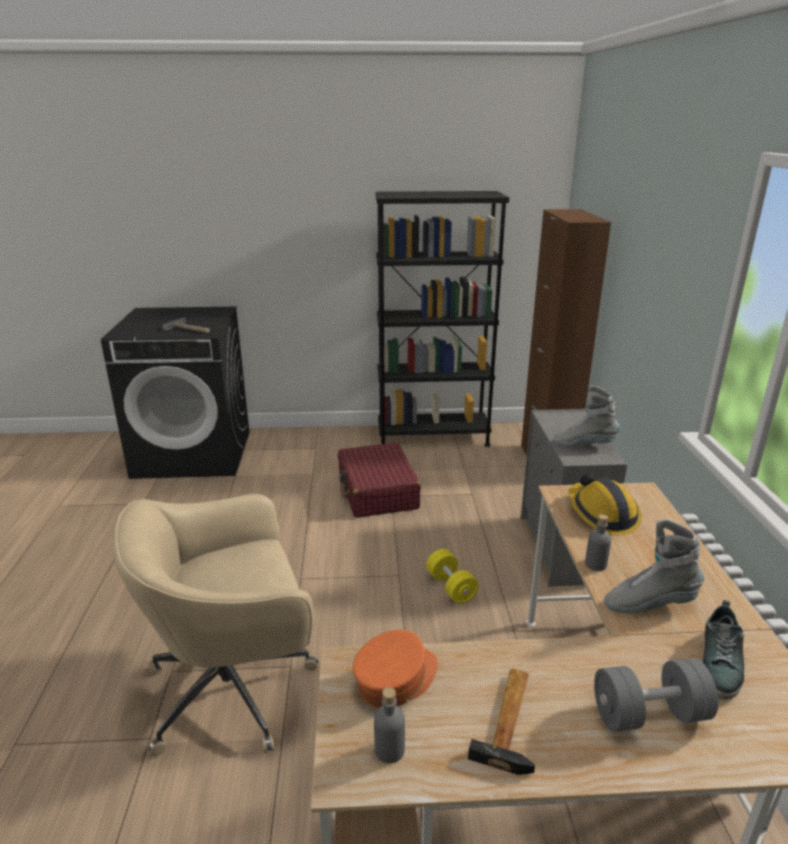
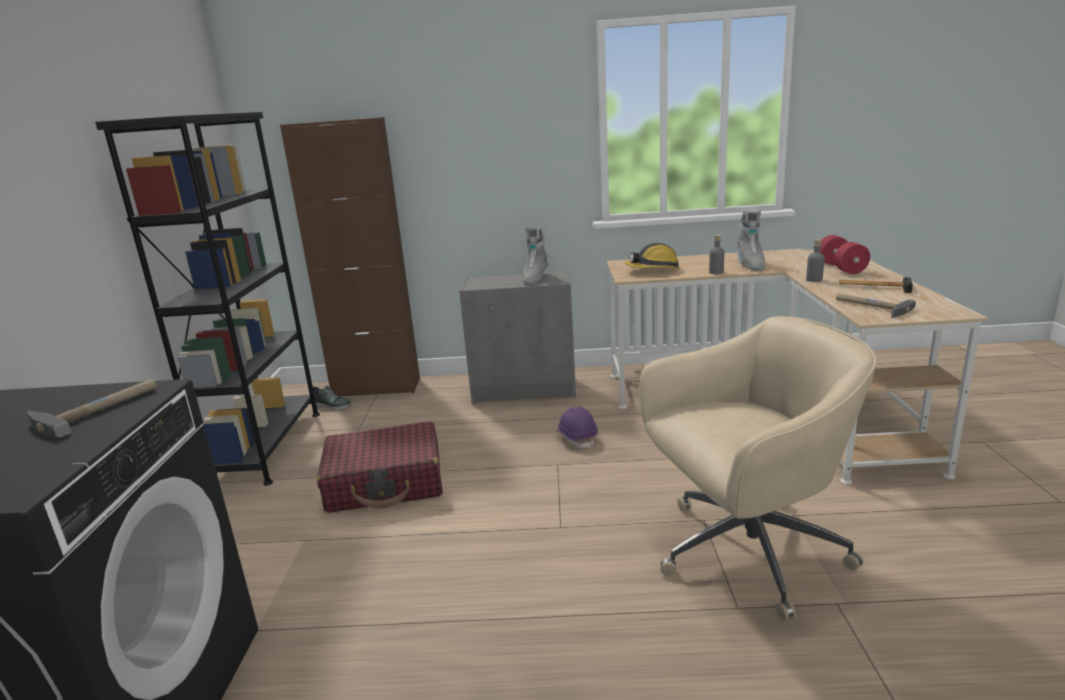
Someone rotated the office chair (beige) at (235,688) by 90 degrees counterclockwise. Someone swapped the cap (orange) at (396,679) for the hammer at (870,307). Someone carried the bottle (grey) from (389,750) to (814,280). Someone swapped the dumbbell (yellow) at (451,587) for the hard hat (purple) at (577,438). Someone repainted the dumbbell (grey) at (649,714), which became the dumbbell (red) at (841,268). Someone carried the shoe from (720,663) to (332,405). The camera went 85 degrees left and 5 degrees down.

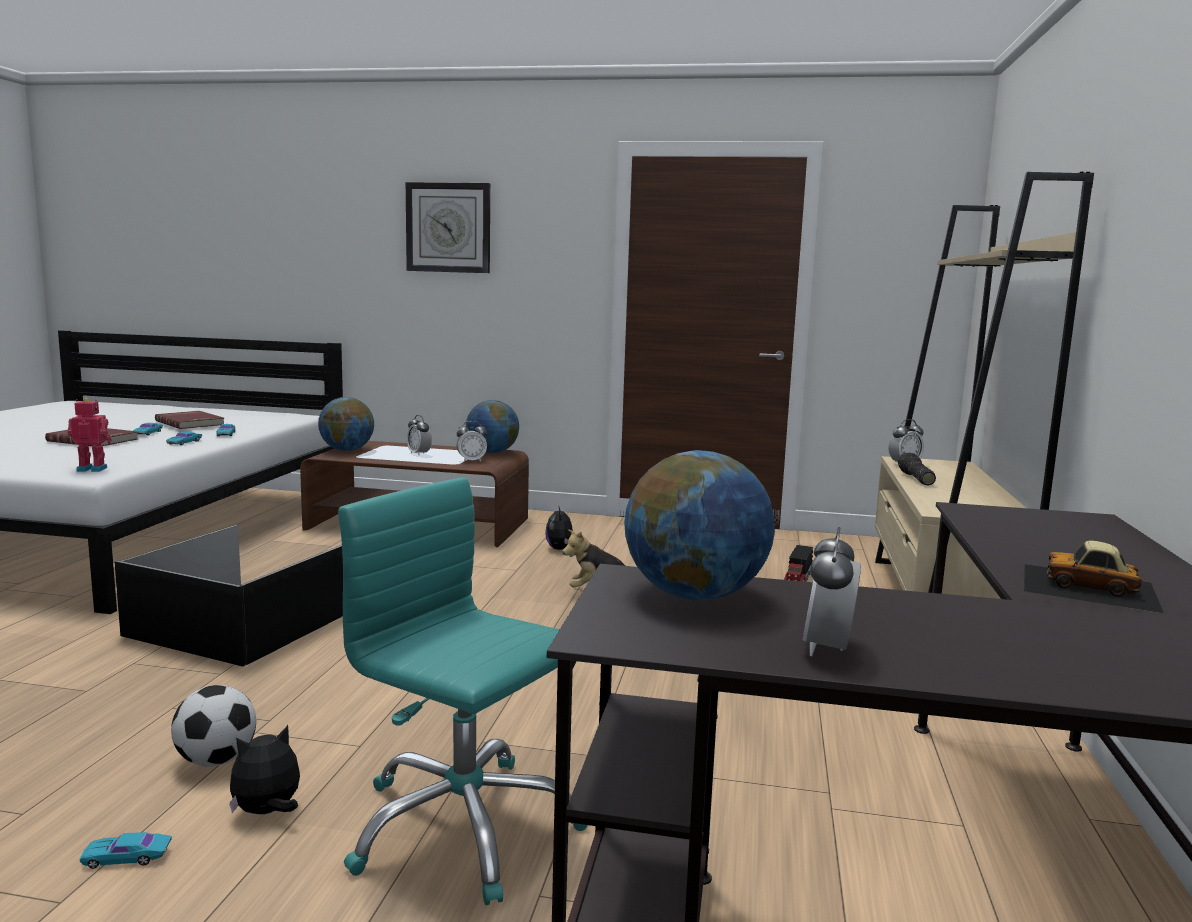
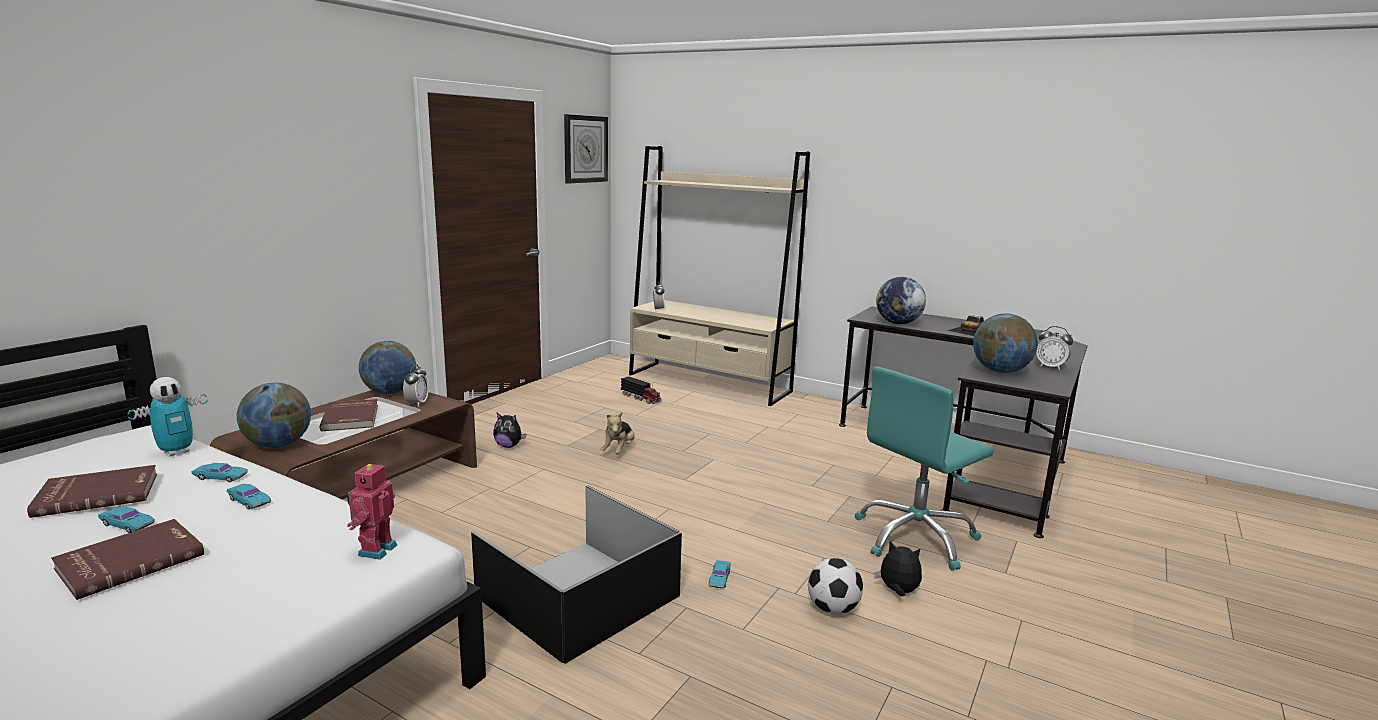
Someone carried the toy car (turquoise) from (127,857) to (719,578). Someone rotated the plush toy at (267,812) by 135 degrees clockwise. Someone carried the wall clock from (448,228) to (585,149). Someone swapped the alarm clock at (419,454) for the book (red) at (352,418). Someone took away the flashlight at (915,479). Someone put down the toy robot at (176,451). Someone put down the globe at (897,323). The camera went 70 degrees left and 5 degrees up.

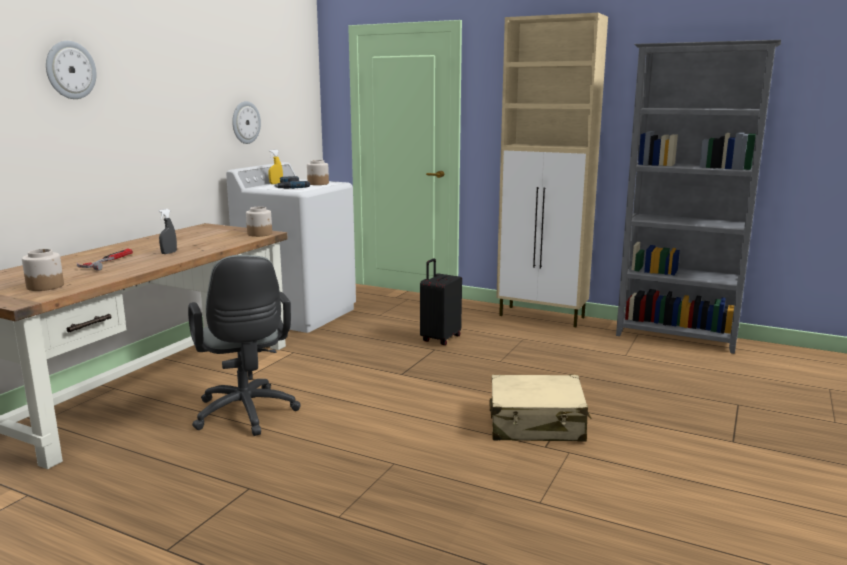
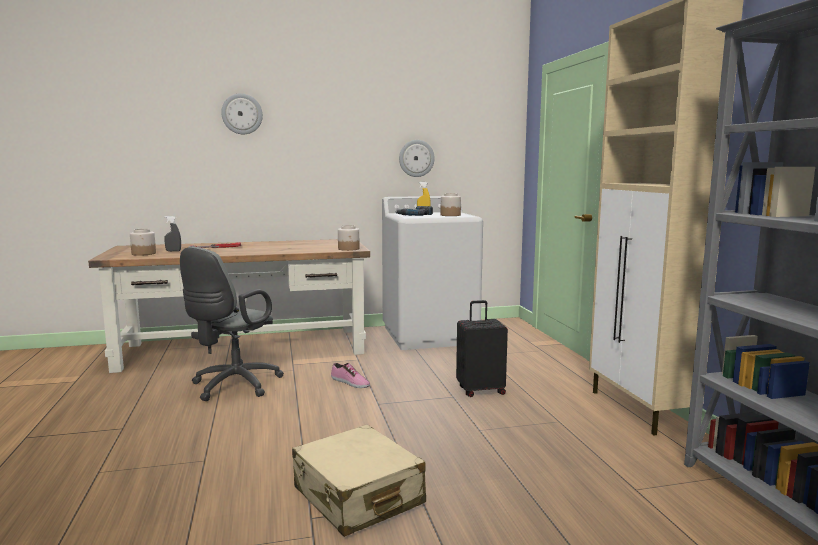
Someone carried the spray bottle (grey) from (169,253) to (173,251). Someone put down the shoe at (350,382). The camera went 50 degrees right and 5 degrees down.

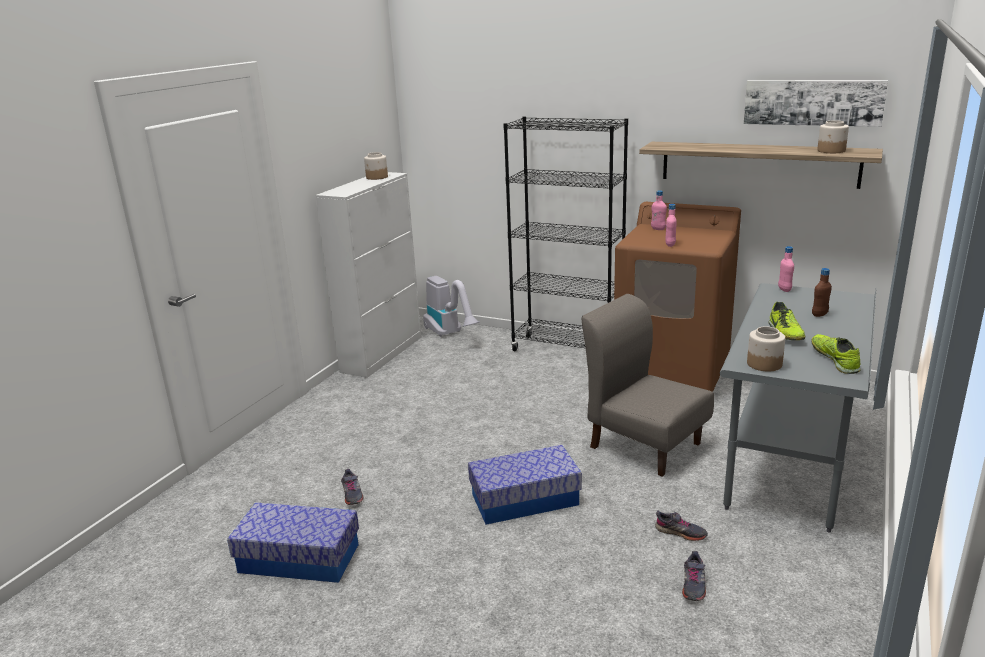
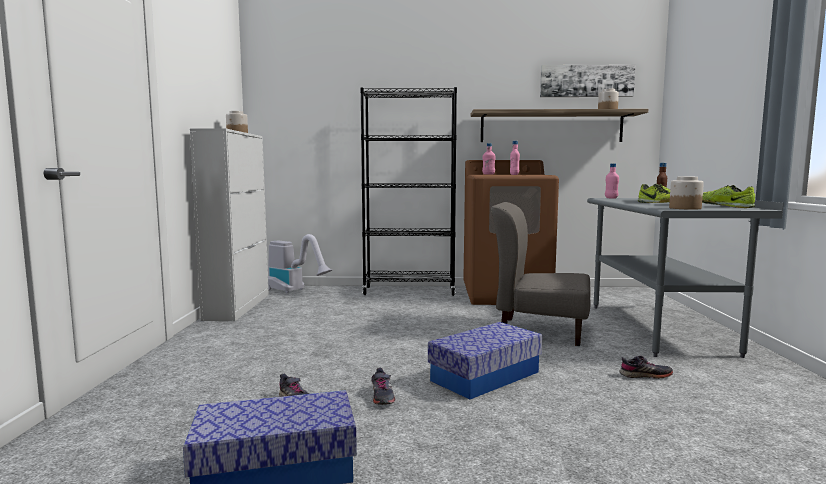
Someone carried the shoe (grey) from (693,585) to (382,397). The camera went 25 degrees left and 15 degrees down.

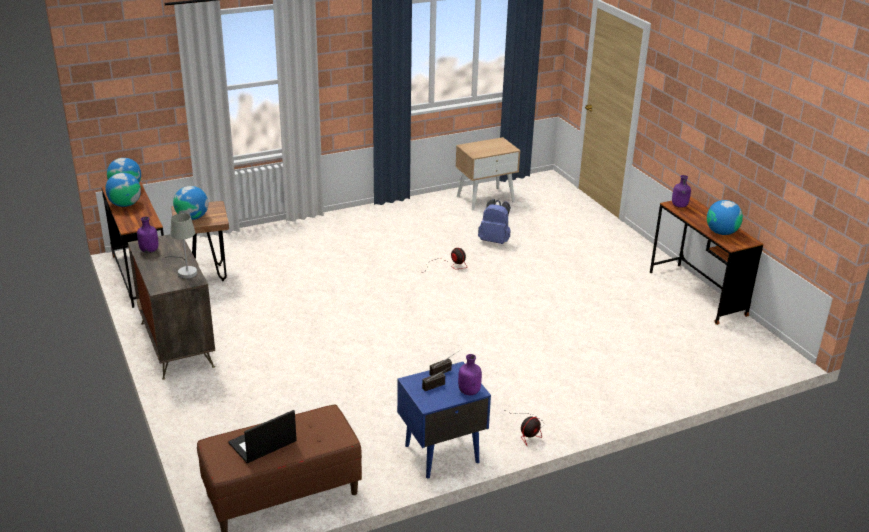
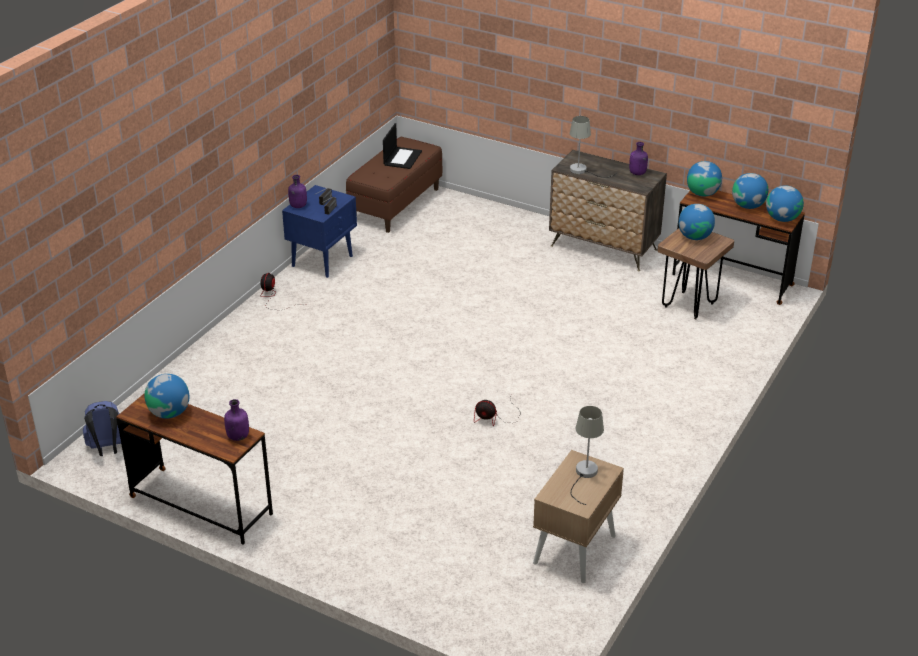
Someone carried the backpack (blue) from (495,240) to (107,449). Someone put down the table lamp (grey) at (584,475). Someone put down the globe at (702,193). The camera went 145 degrees right and 5 degrees up.

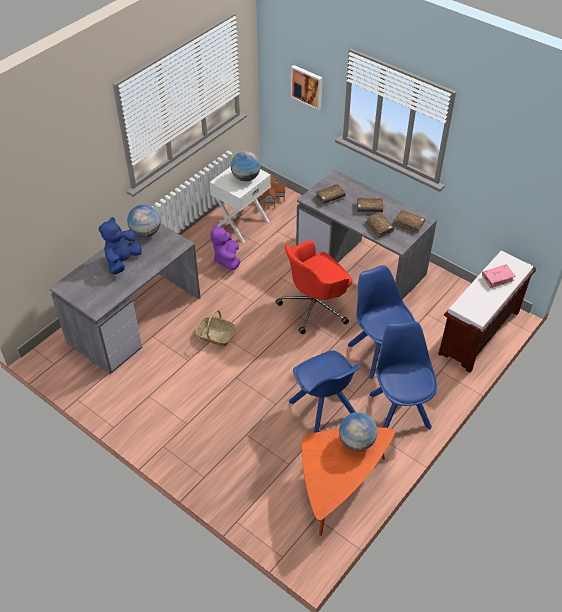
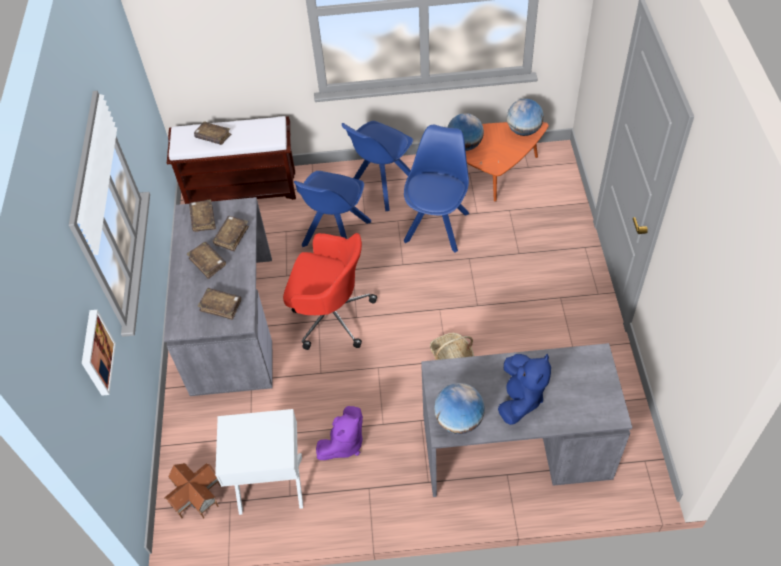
Someone rotated the plush toy (blue) at (122,261) by 60 degrees counterclockwise. Someone carried the globe from (245,178) to (524,130). Someone repainted the book (pink) at (497,278), which became the book (brown) at (213,137). The camera went 130 degrees left and 5 degrees up.

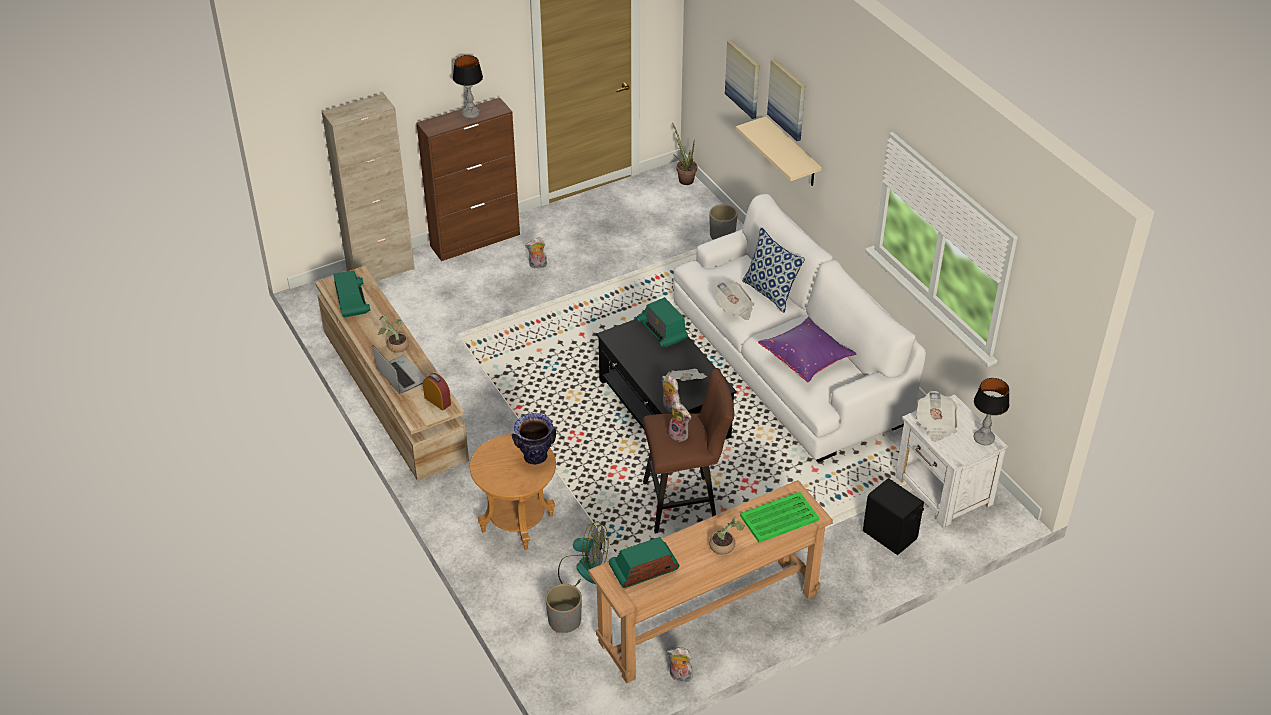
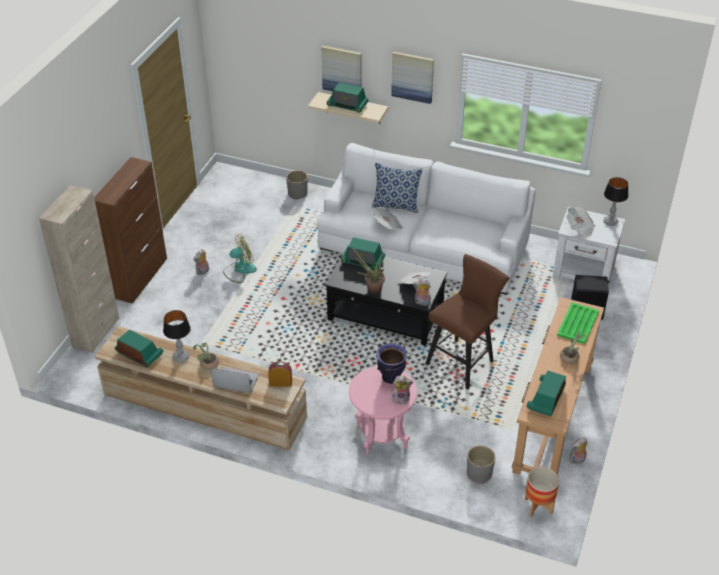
Someone carried the table lamp from (470,114) to (181,357). Someone repainted the side table (brown) at (517,523), which became the side table (pink) at (382,435). Someone carried the fan from (583,569) to (239,270). Someone carried the plush toy from (680,434) to (401,399). Someone carried the potted plant from (684,179) to (371,289). Someone carried the picture from (743,78) to (412,77). Someone took away the pillow (purple) at (806,359). Someone put down the radio at (347,105). Someone put down the planter at (538,506). The camera went 40 degrees left and 0 degrees up.

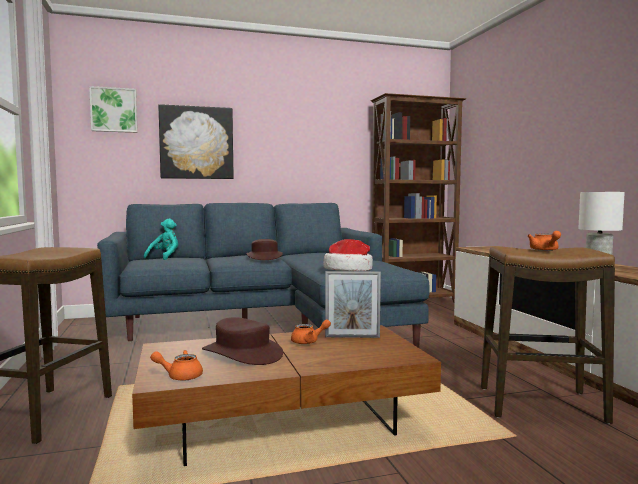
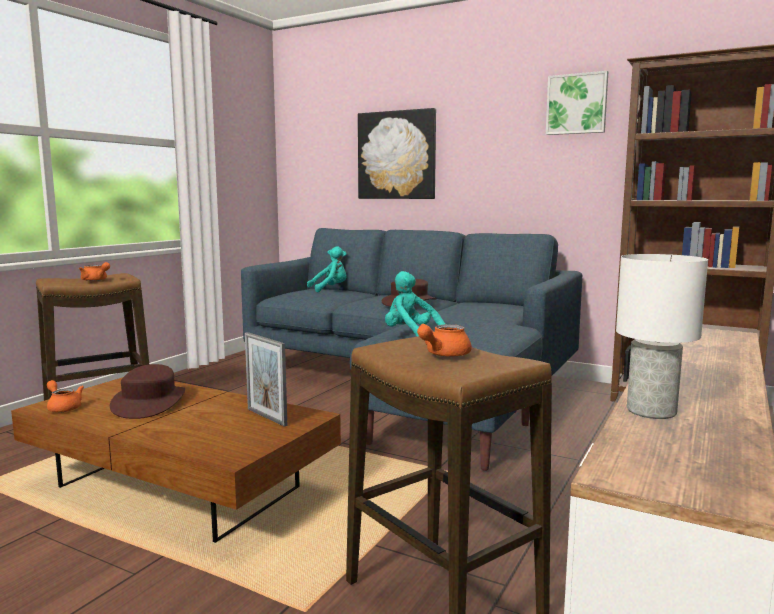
Someone carried the picture from (114,110) to (577,104). Someone carried the teapot (orange) from (309,341) to (96,280). Someone swapped the hat at (348,270) for the plush toy (turquoise) at (411,335). The camera went 45 degrees right and 5 degrees up.

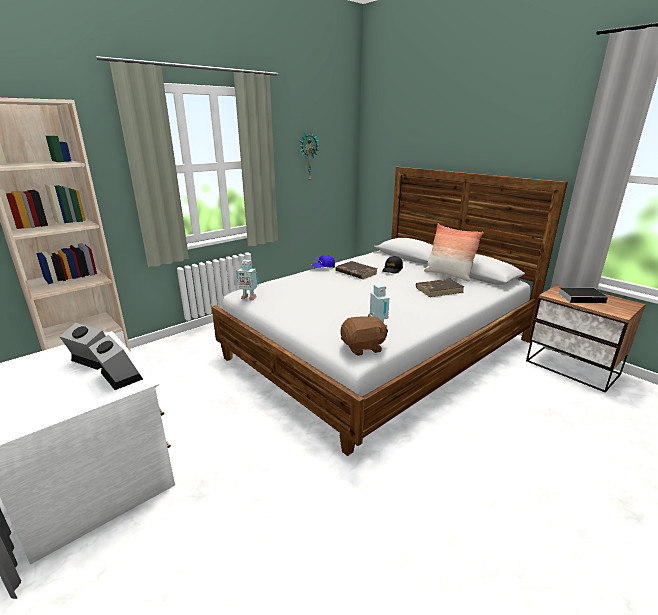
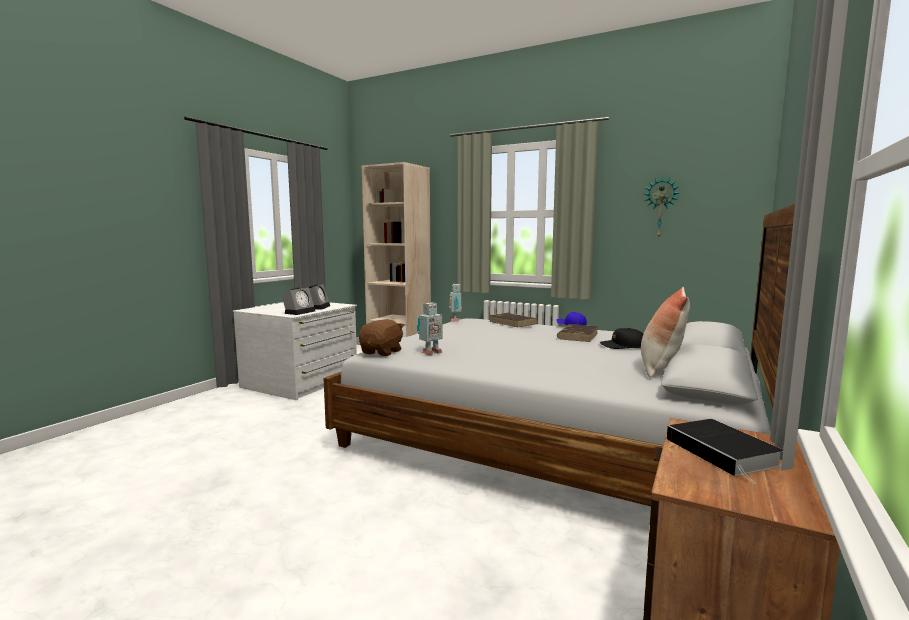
Someone rotated the plush toy (brown) at (363,347) by 120 degrees counterclockwise. Someone carried the book (brown) from (439,289) to (513,322). The camera went 70 degrees right and 15 degrees down.

